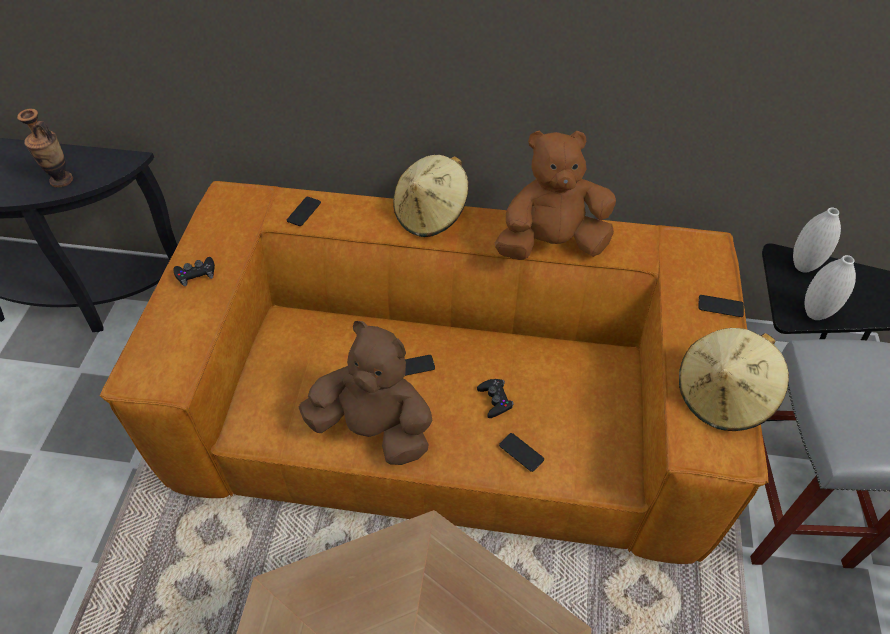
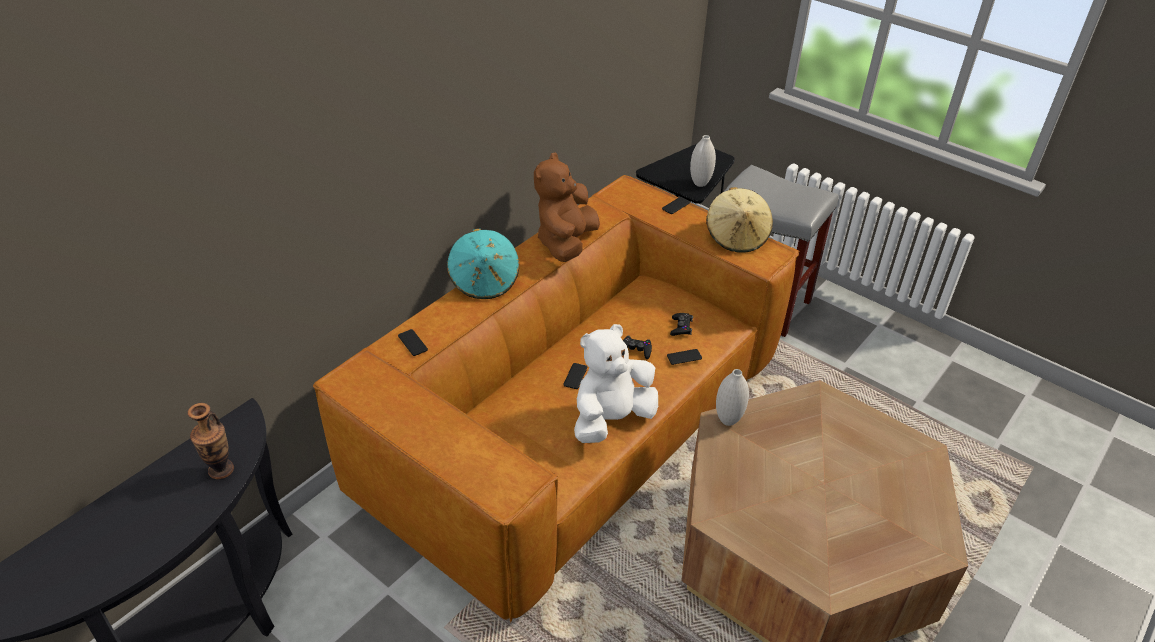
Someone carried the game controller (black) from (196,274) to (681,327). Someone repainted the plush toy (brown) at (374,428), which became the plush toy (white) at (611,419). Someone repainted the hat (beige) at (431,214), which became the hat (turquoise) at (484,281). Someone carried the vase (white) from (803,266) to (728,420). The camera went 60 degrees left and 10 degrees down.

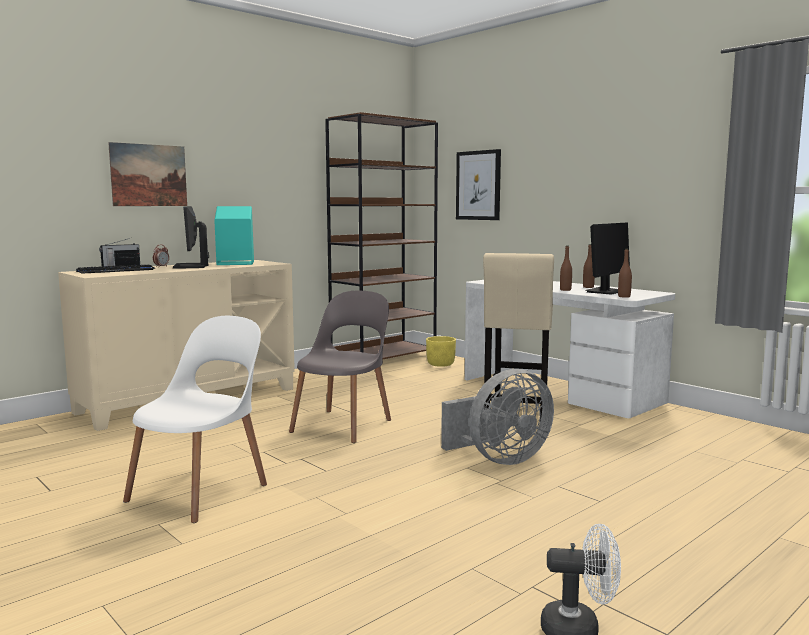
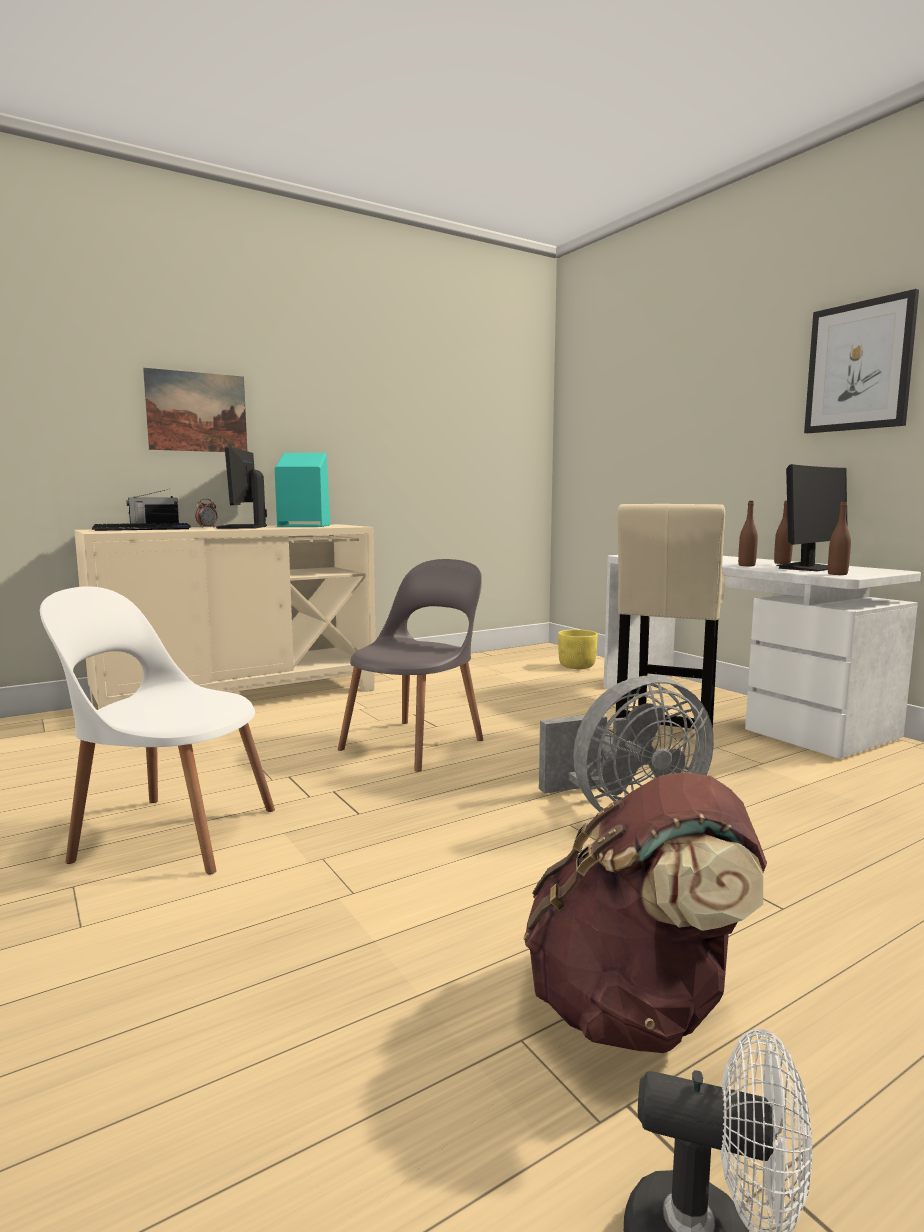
Someone rotated the chair (white) at (202,490) by 120 degrees counterclockwise. Someone took away the bookcase (brown) at (384,359). Someone carried the picture from (478,185) to (859,366). Someone put down the backpack (brown) at (637,1008). The camera went 10 degrees right and 0 degrees up.

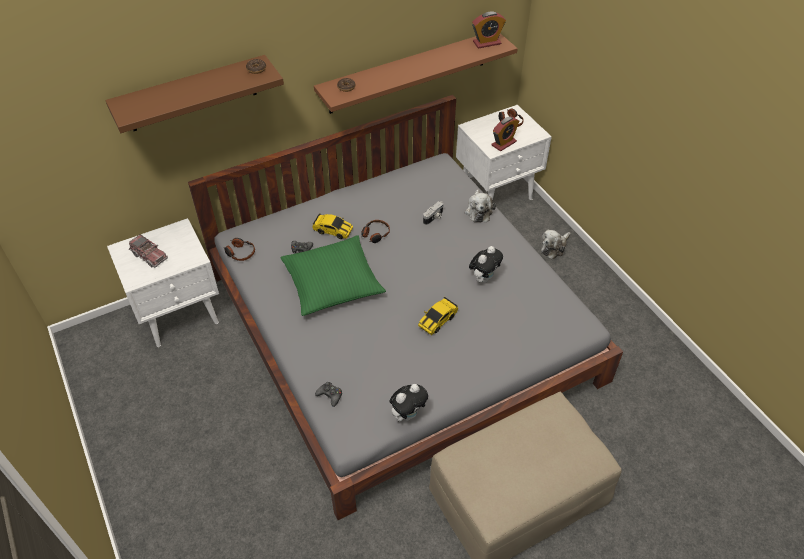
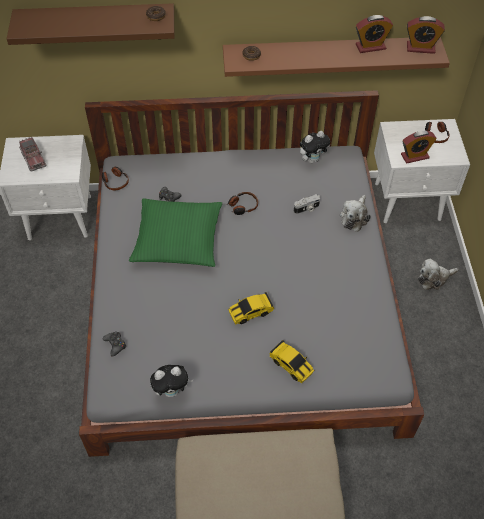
Someone carried the toy car from (333,230) to (291,365). Someone carried the plush toy from (484,278) to (312,159). Someone put down the alarm clock at (370,47). The camera went 25 degrees right and 5 degrees up.

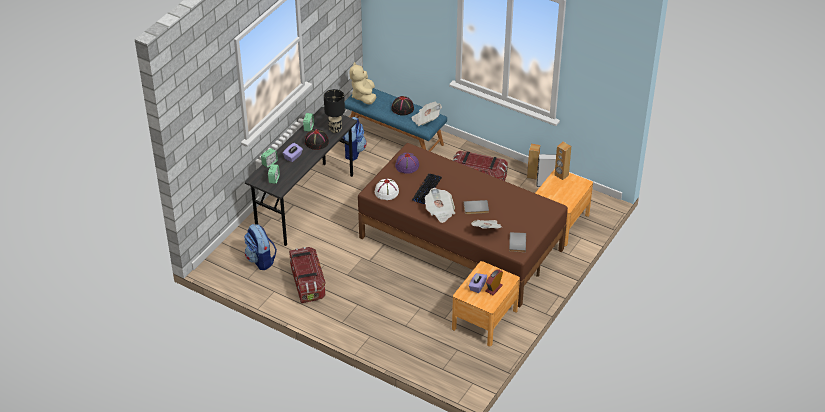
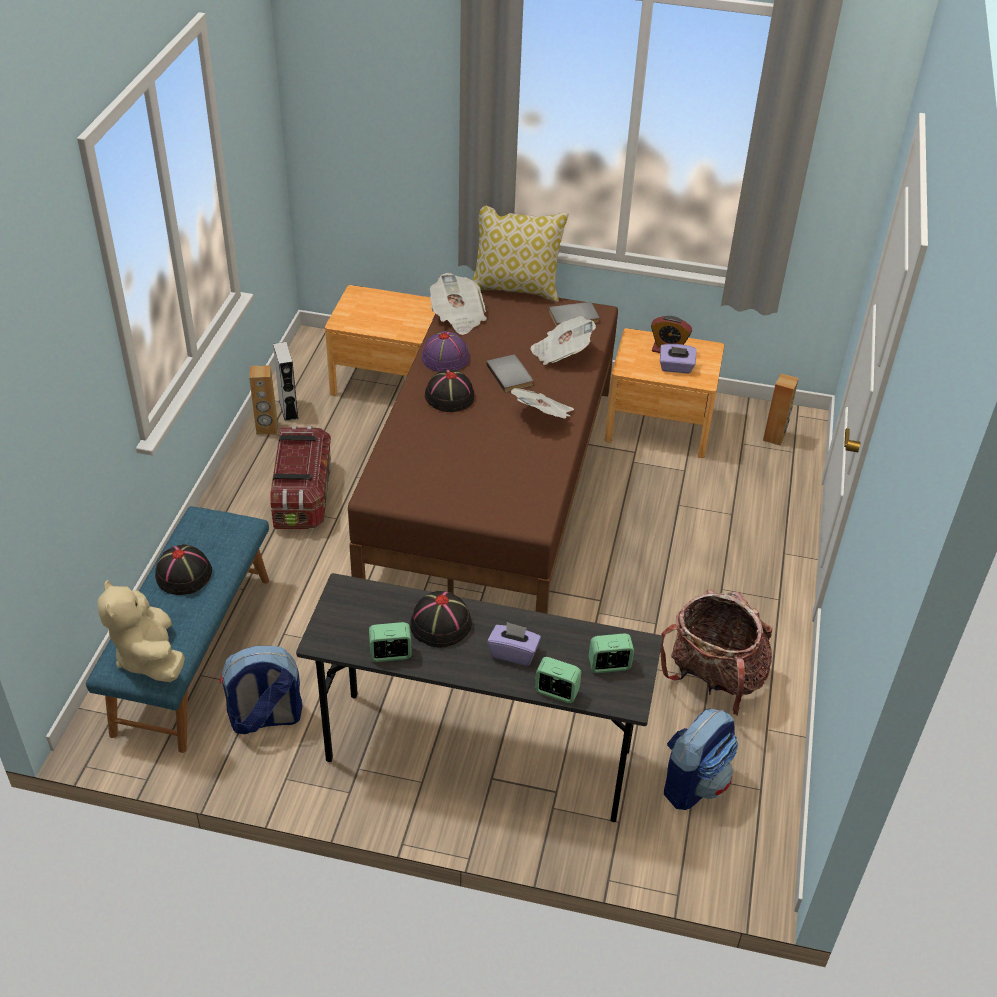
Someone swapped the storage box at (307,283) for the backpack at (713,679). Someone took away the table lamp (black) at (335,129). Someone rotated the plush toy (beige) at (364,96) by 90 degrees clockwise. Someone took away the hat (white) at (386,192). Someone carried the hat (purple) from (407,166) to (446,358). Someone carried the newspaper from (426,120) to (458,317). Someone took away the keyboard at (426,189). Someone carried the speaker (brown) from (561,175) to (774,437). Someone put down the hat (black) at (449,397). Someone put down the pillow at (516,288). The camera went 110 degrees left and 0 degrees up.

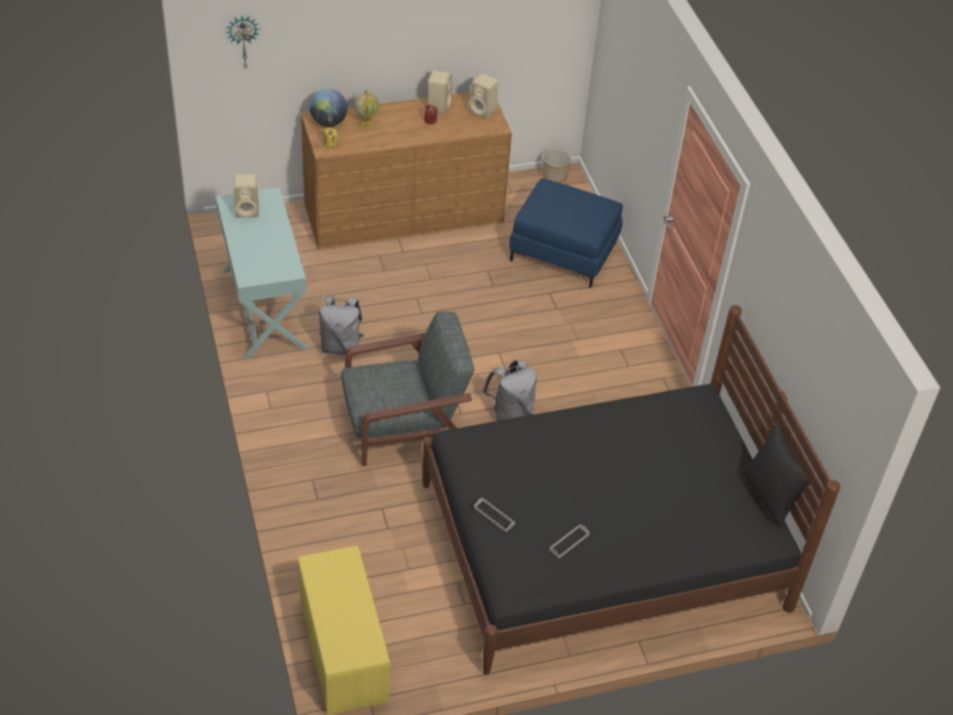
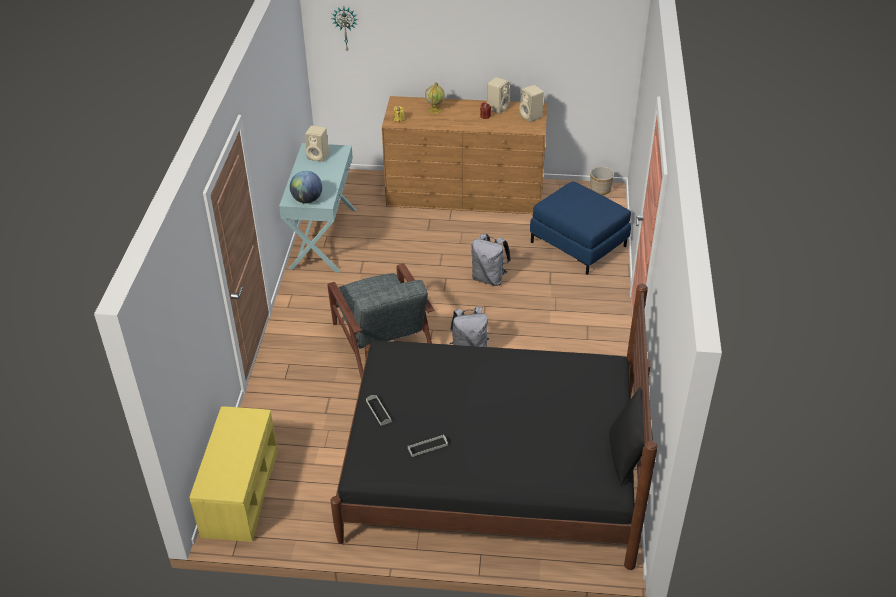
Someone carried the globe from (328,123) to (307,200). Someone carried the backpack (grey) from (341,346) to (489,278). Someone rotated the armchair (grey) at (405,423) by 60 degrees clockwise. The camera went 25 degrees right and 5 degrees down.

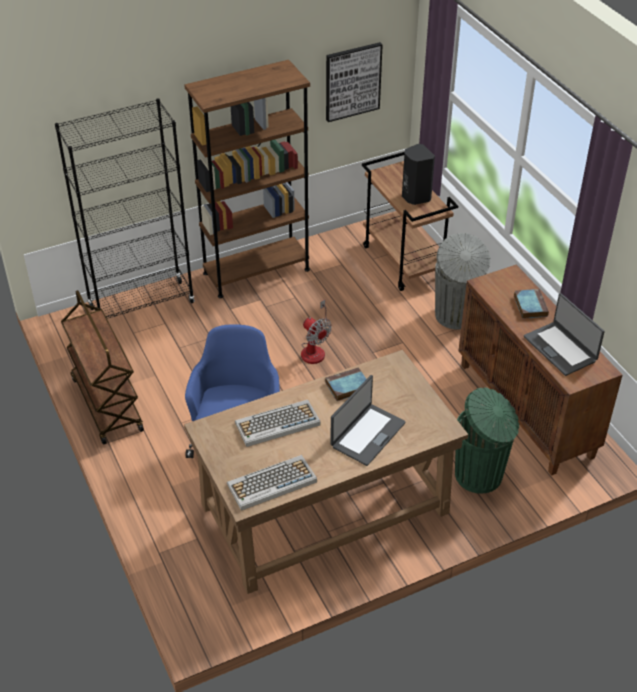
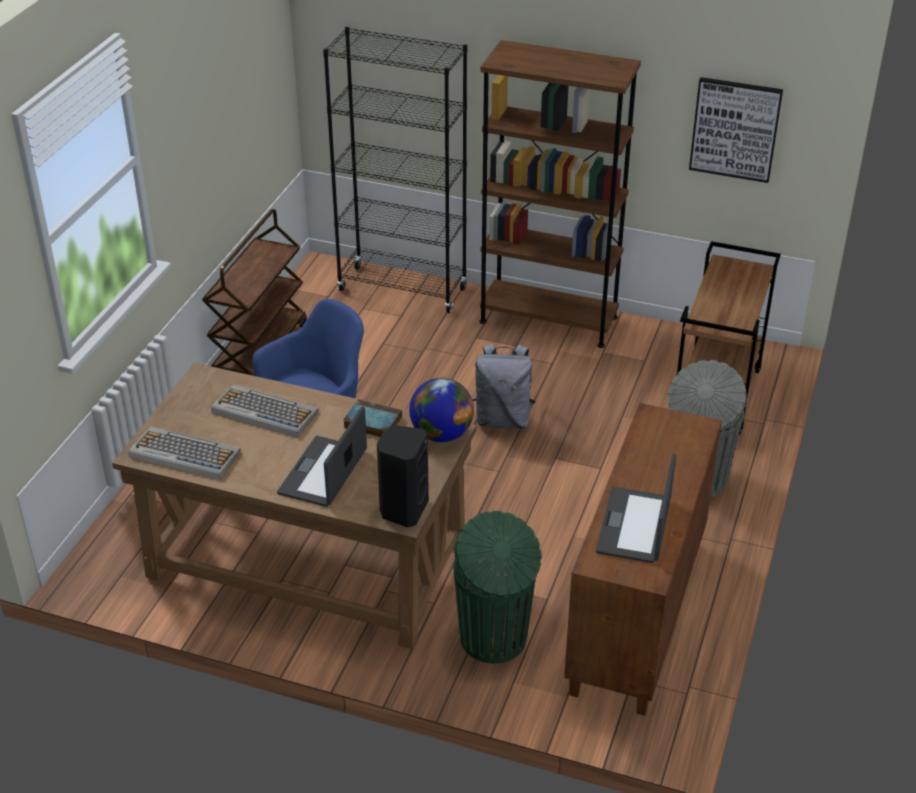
Someone swapped the fan at (315,349) for the backpack (grey) at (503,419). Someone rotated the laptop at (367,434) by 120 degrees clockwise. Someone carried the speaker (black) from (415,197) to (403,509). Someone took away the book at (530,305). Someone put down the globe at (441,434). The camera went 45 degrees right and 5 degrees down.

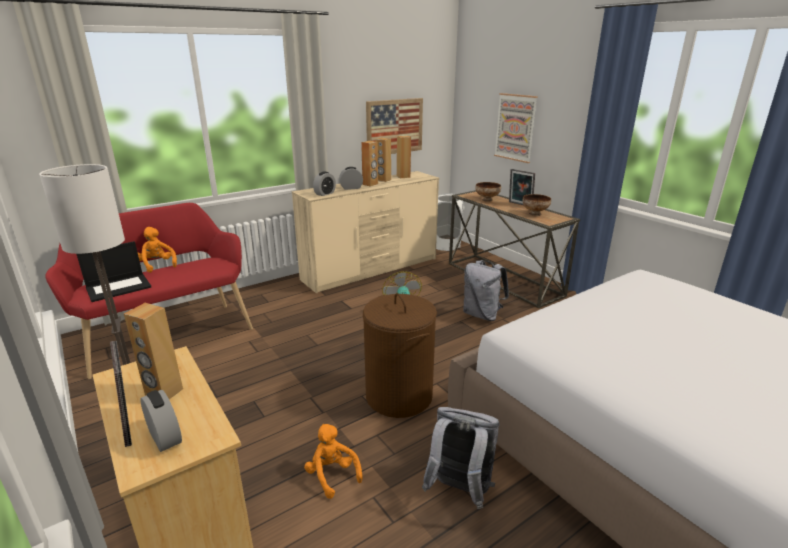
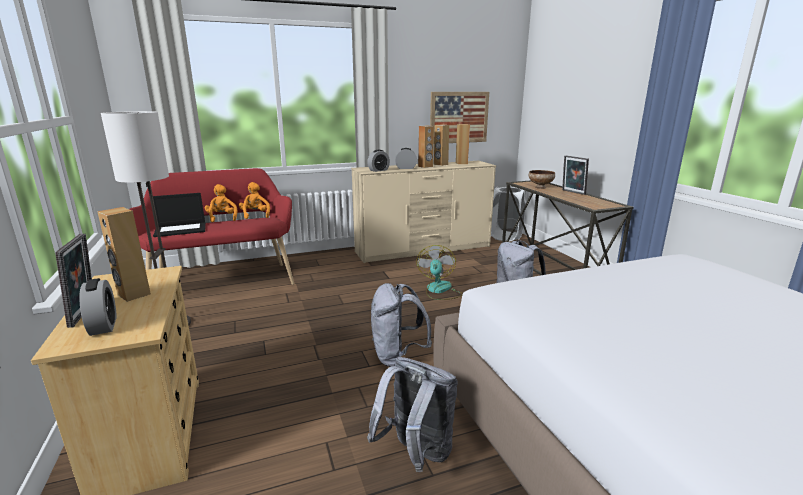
Someone carried the plush toy (orange) from (332,475) to (255,215). Someone swapped the laundry basket (brown) at (399,396) for the backpack (grey) at (397,356). Someone took away the picture at (515,127). Someone took away the bowl at (534,214). The camera went 15 degrees right and 5 degrees down.

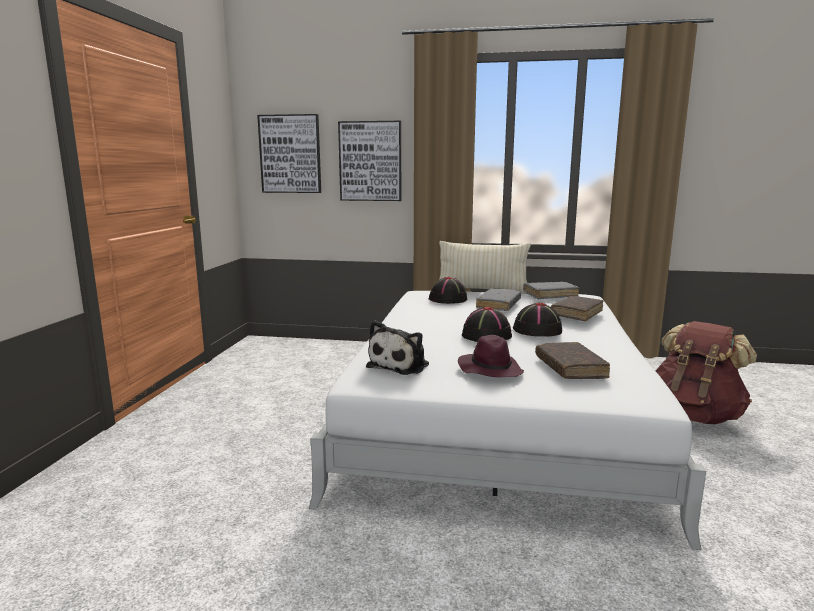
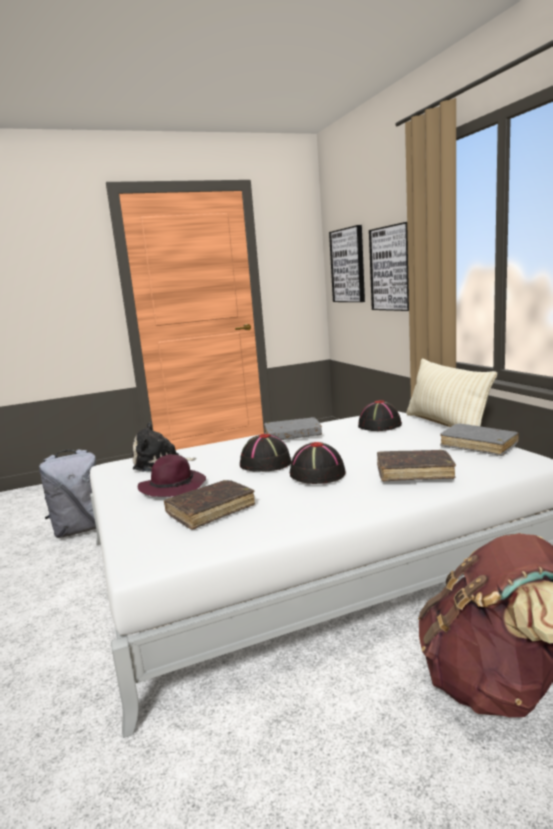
Someone carried the book (grey) from (498,305) to (293,436). Someone put down the backpack (grey) at (80,529). The camera went 60 degrees right and 0 degrees up.

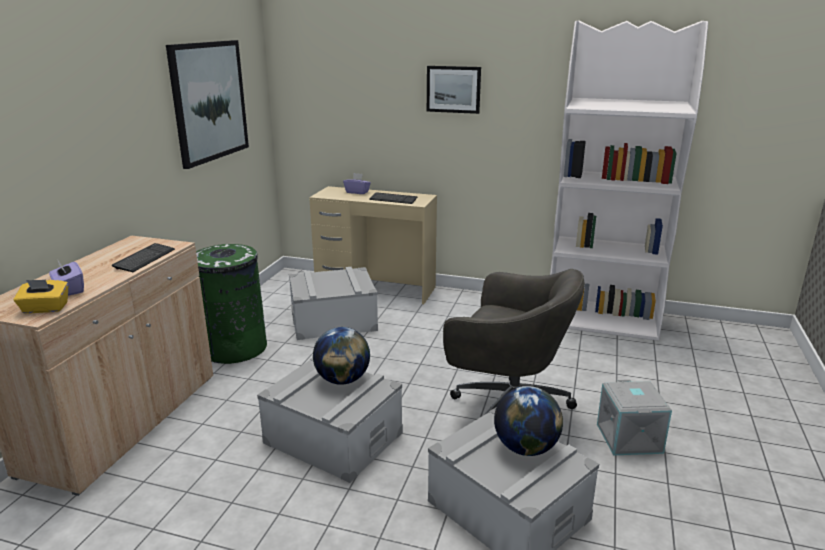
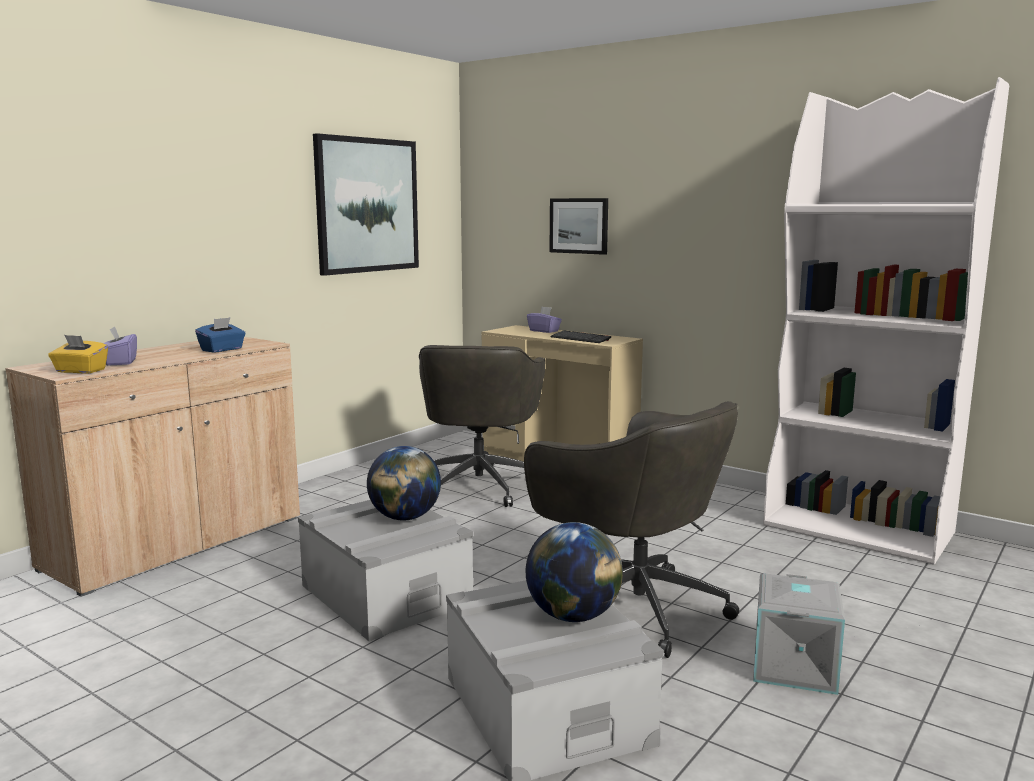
Someone swapped the keyboard at (144,259) for the tissue box (blue) at (222,349). Someone took away the trash can (green) at (234,348). Someone swapped the storage box (grey) at (333,321) for the office chair (grey) at (480,485). Someone carried the picture from (453,89) to (579,225). The camera went 20 degrees right and 10 degrees down.

